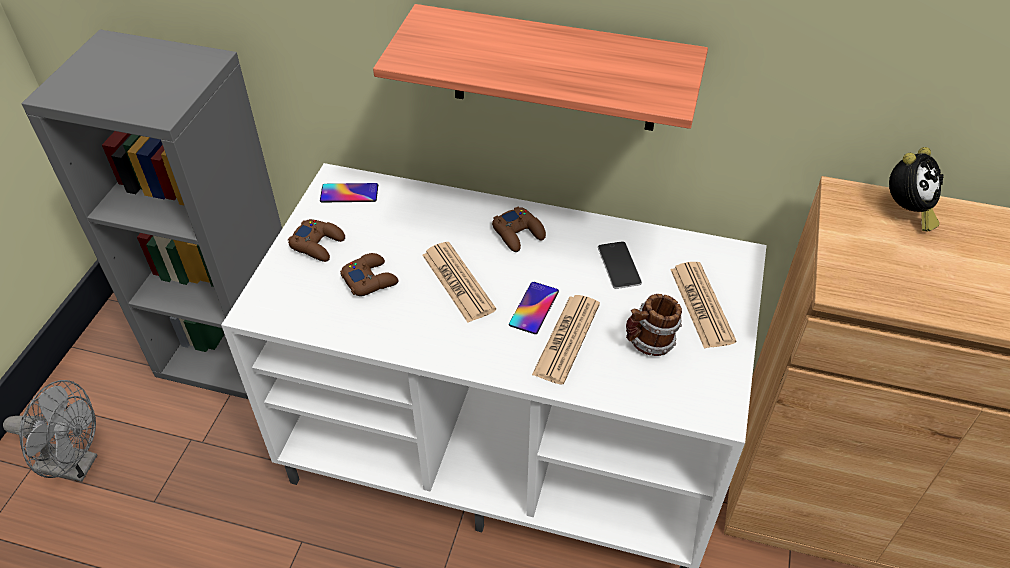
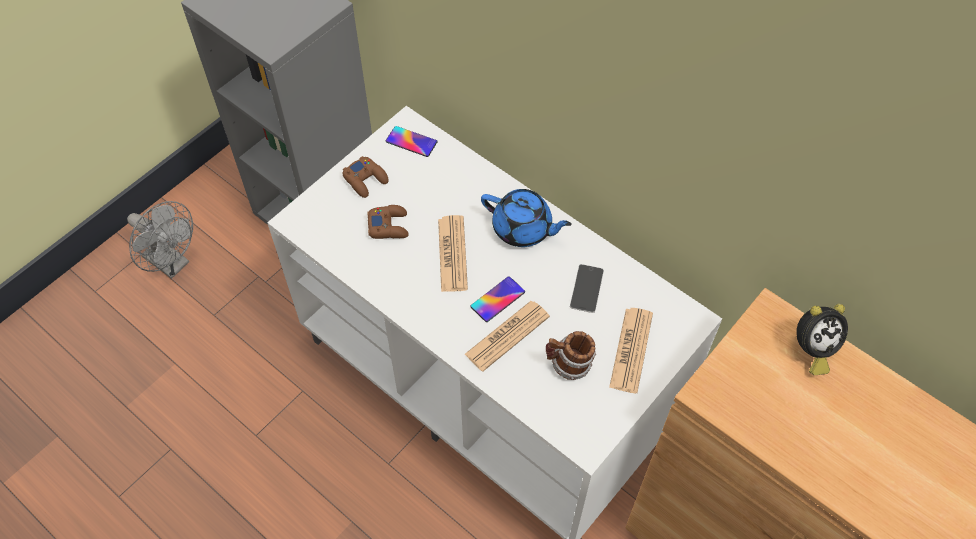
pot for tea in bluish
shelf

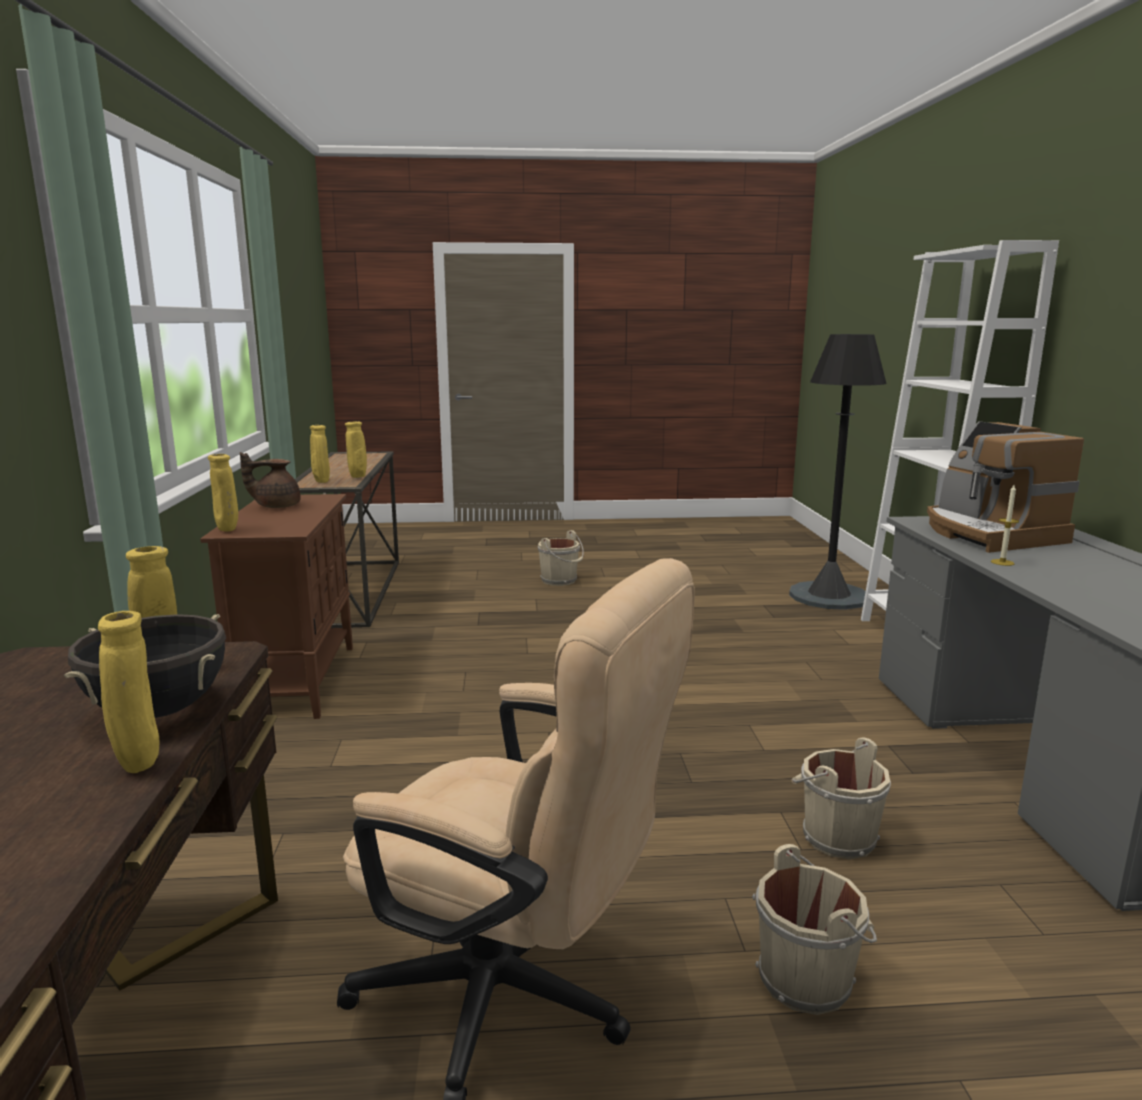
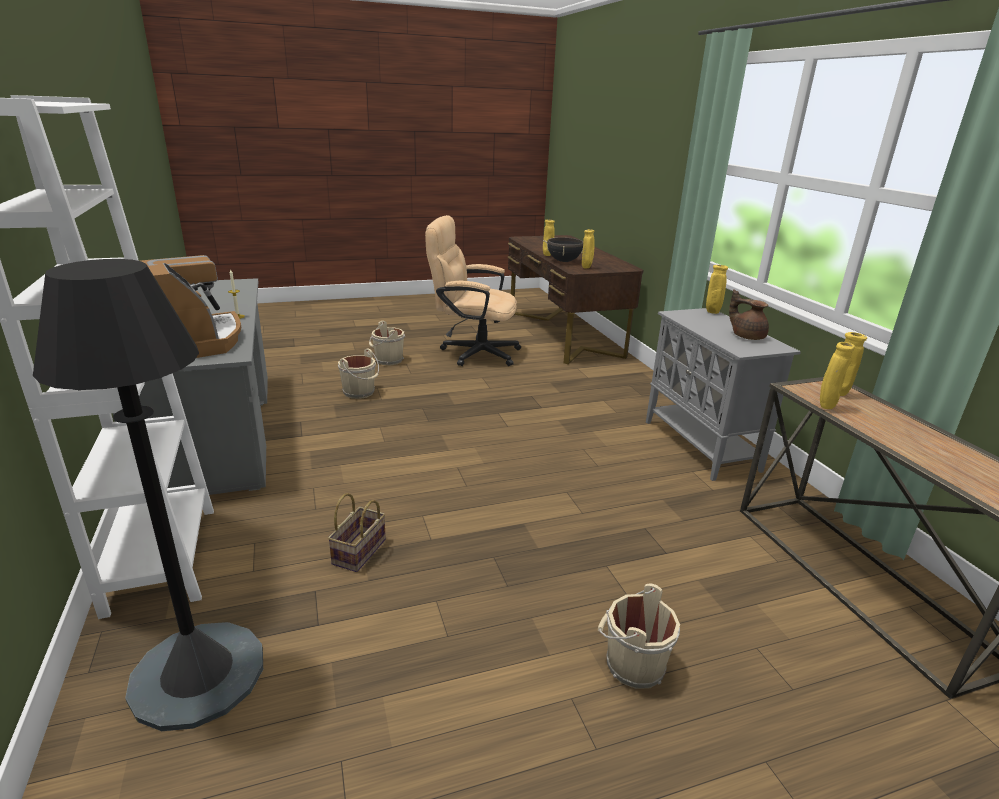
household basket
storage cabinet in greyish
pot for tea in brownish

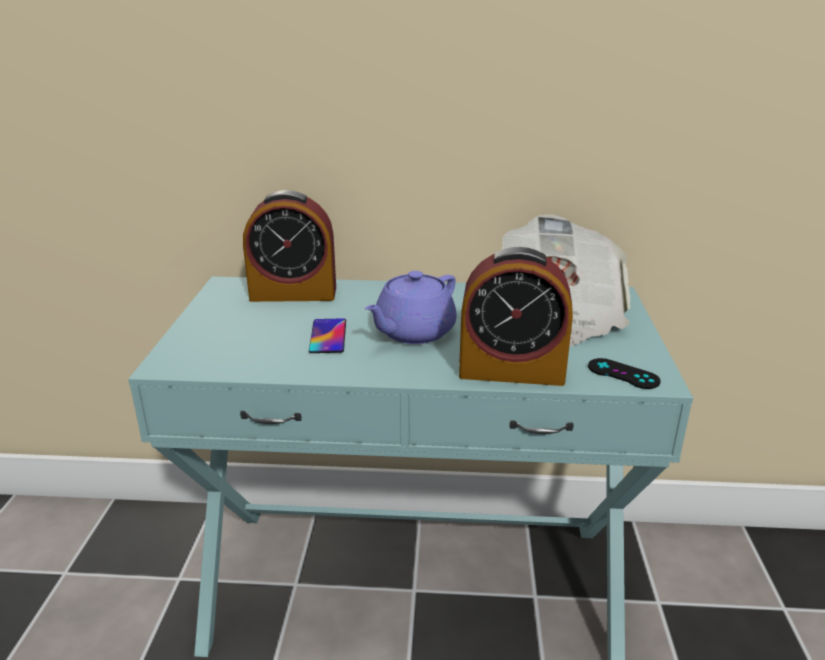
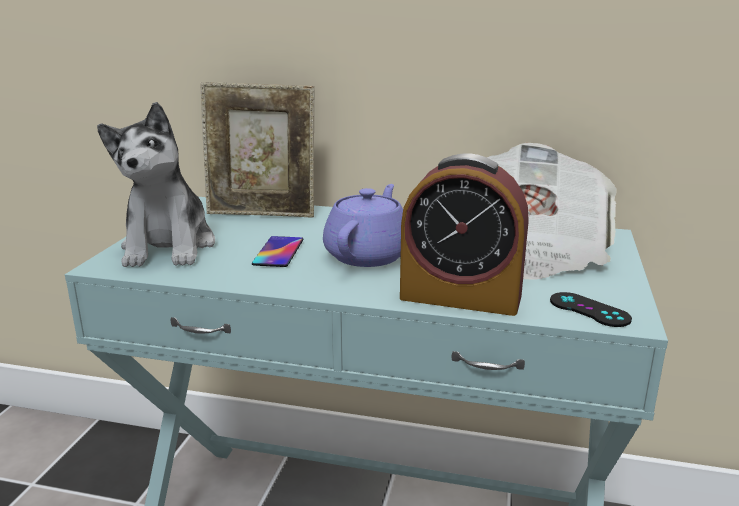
soft toy
picture frame
pot for tea in purplish

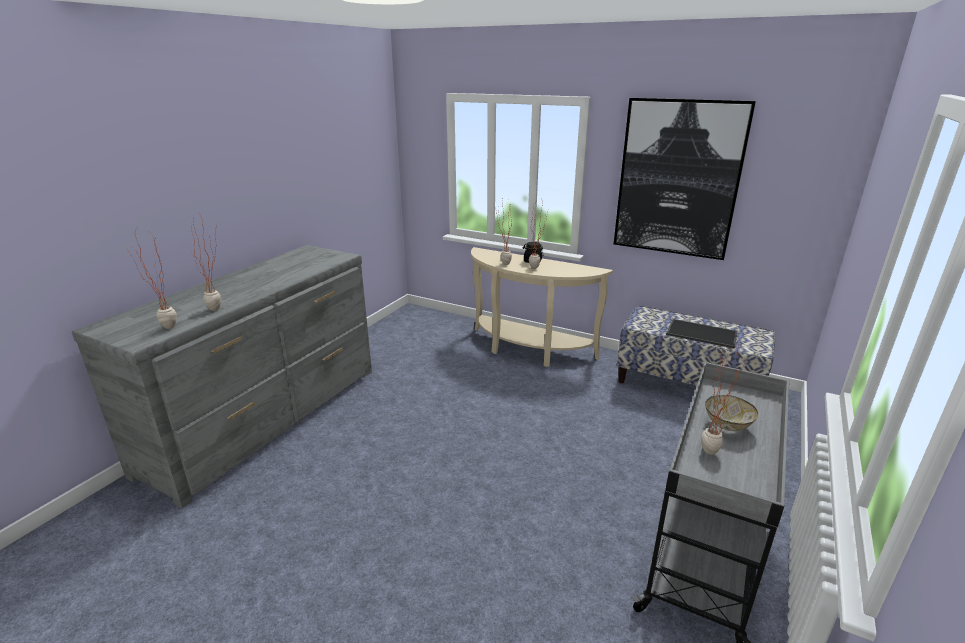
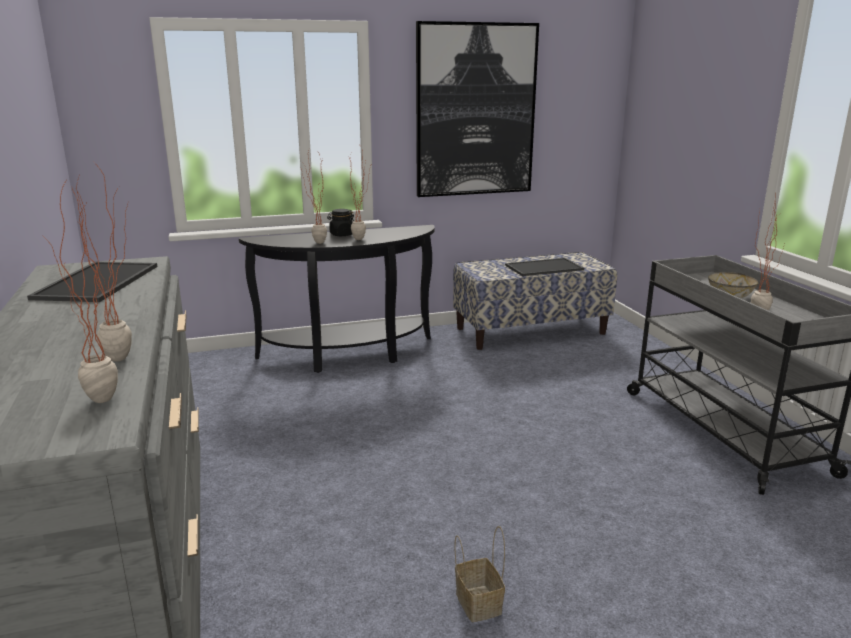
serving tray (1st from left)
hall table in blackish
household basket

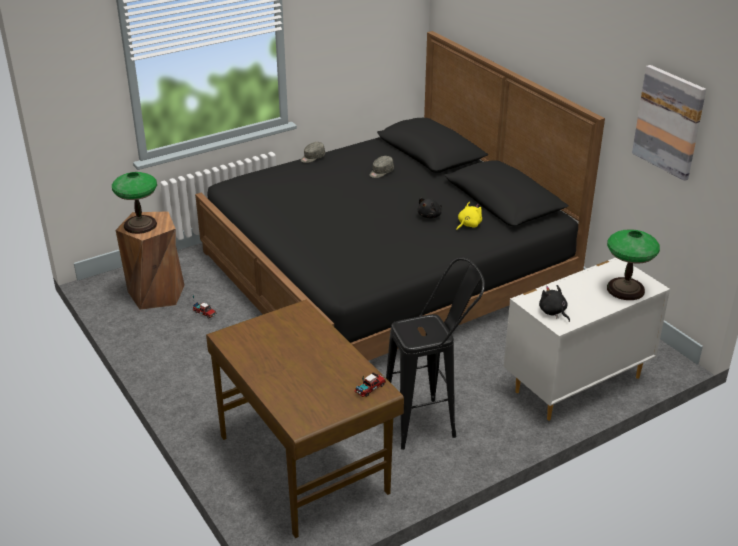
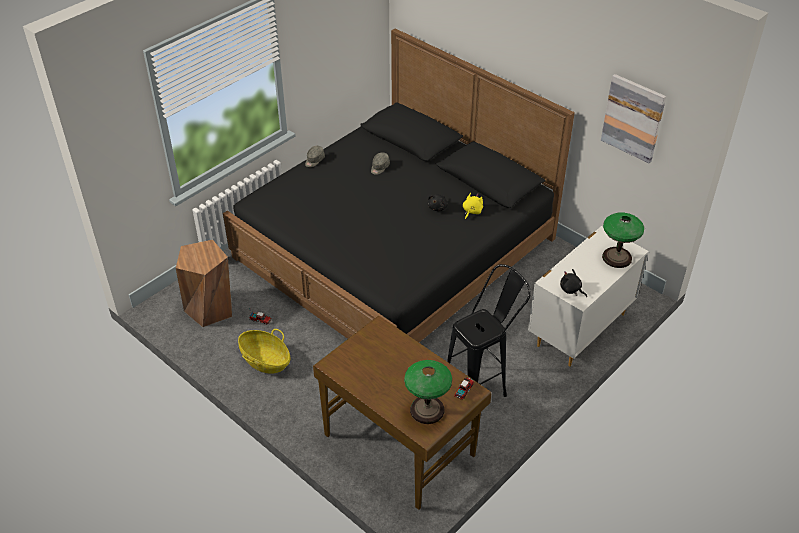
household basket
lamp for a table (1st from left)

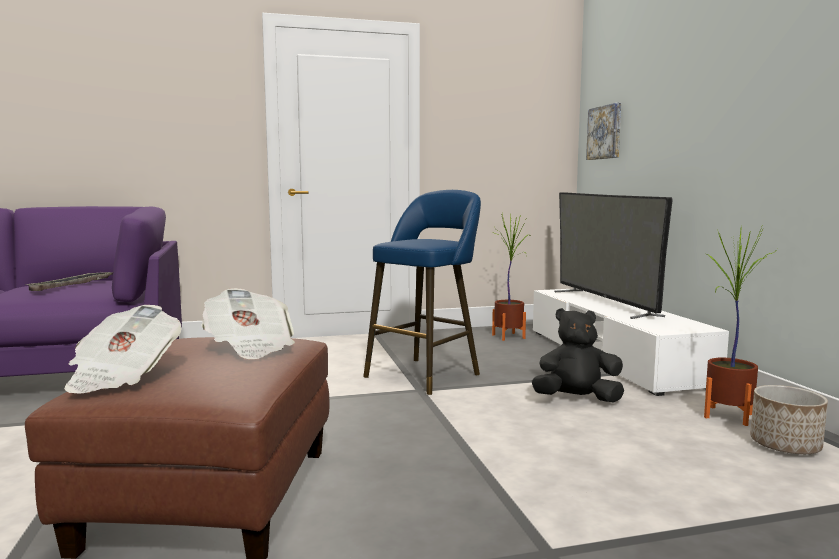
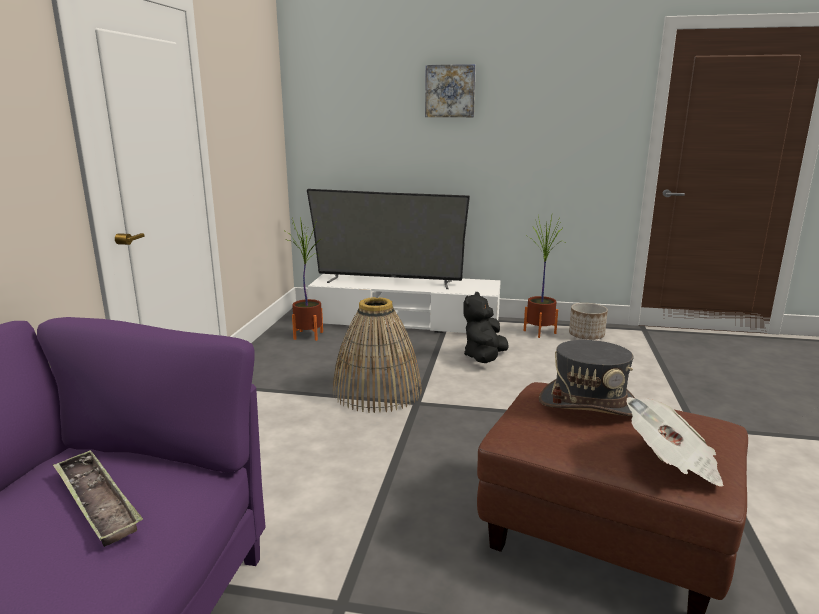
household basket
wall art
clothing hat in greyish

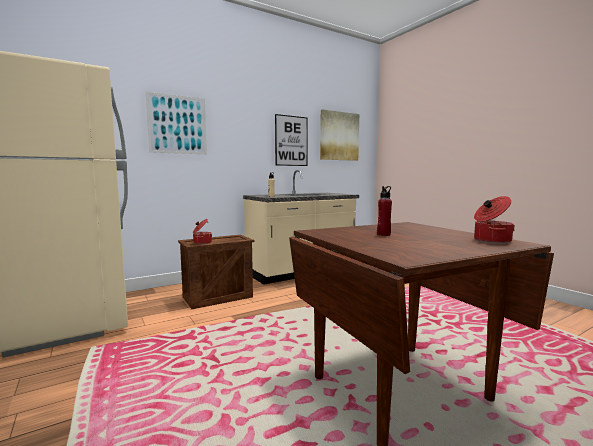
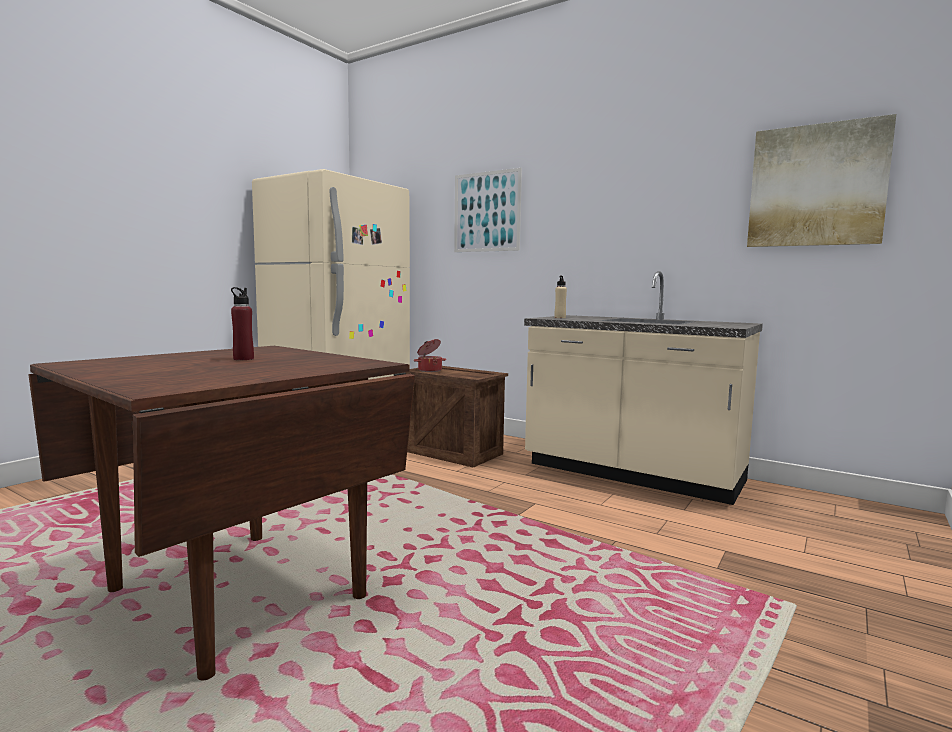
wall art (2nd from left in the first image)
stockpot (2nd from left in the first image)

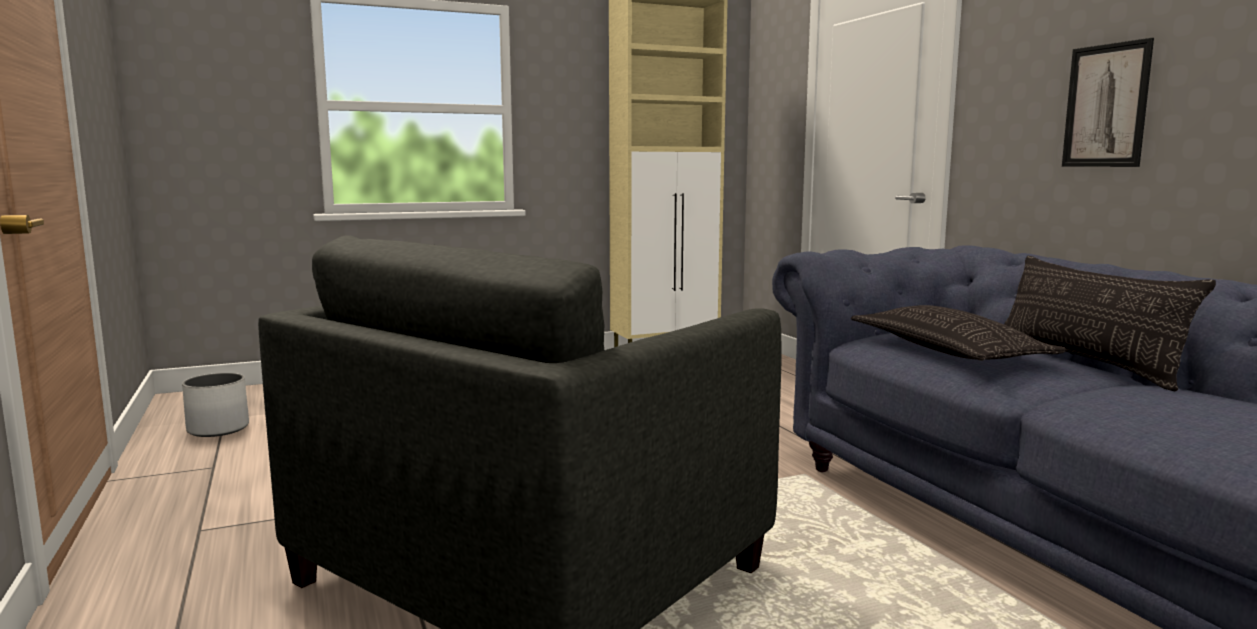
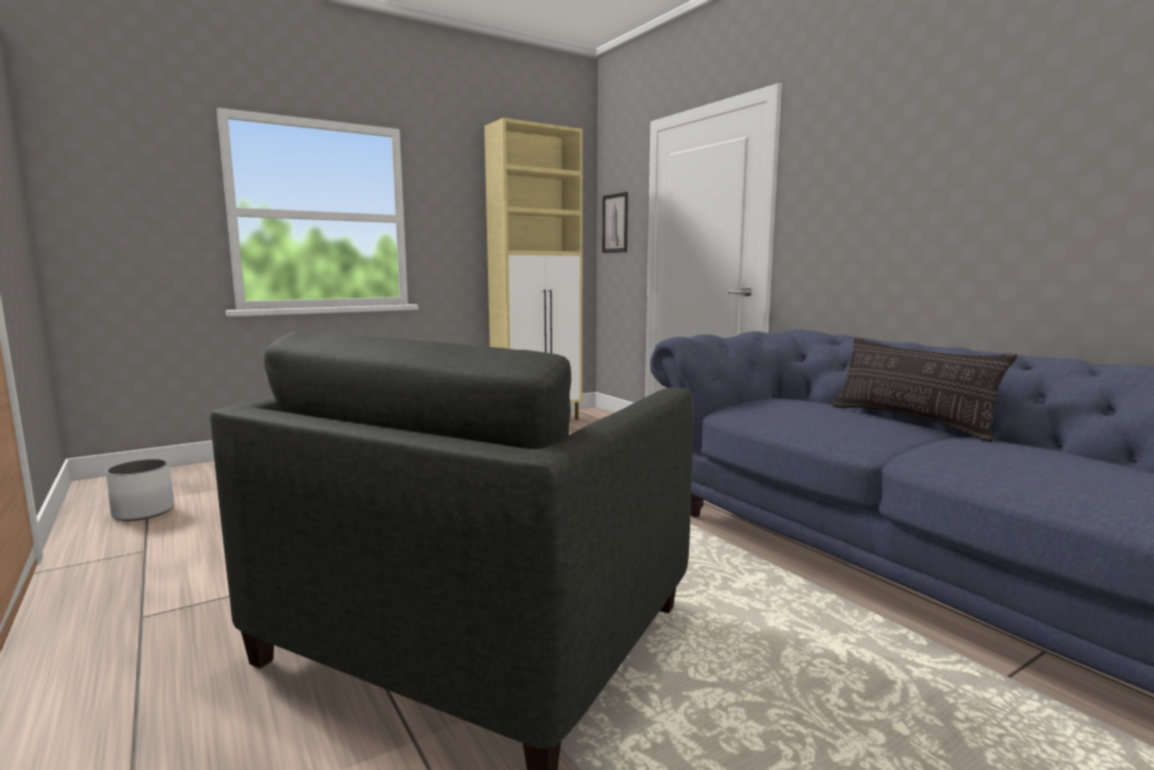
wall art
throw pillow (1st from left in the first image)

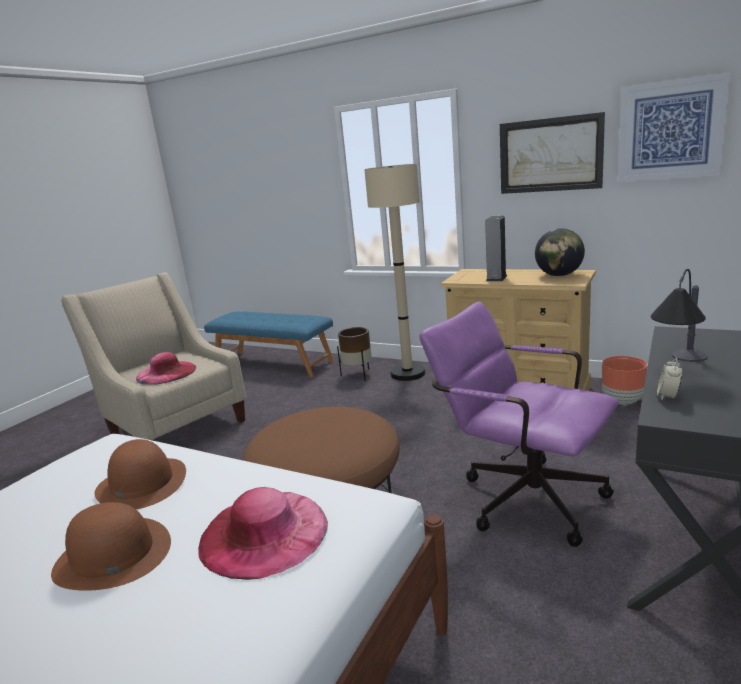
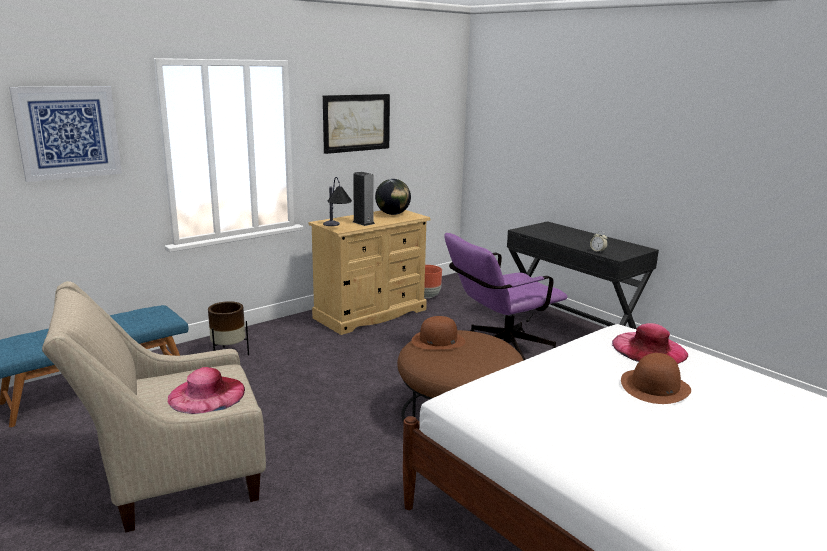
wall art (1st from left)
lamp for a table
clothing hat in brownish (1st from left)
standing lamp in beige

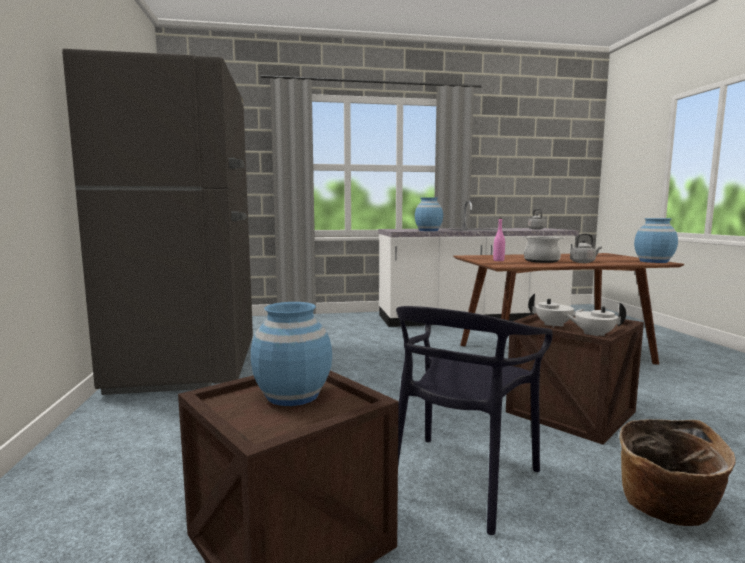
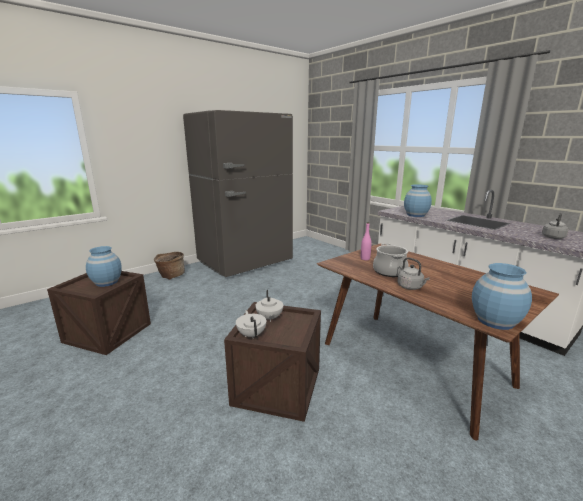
household basket
chair in blackish

